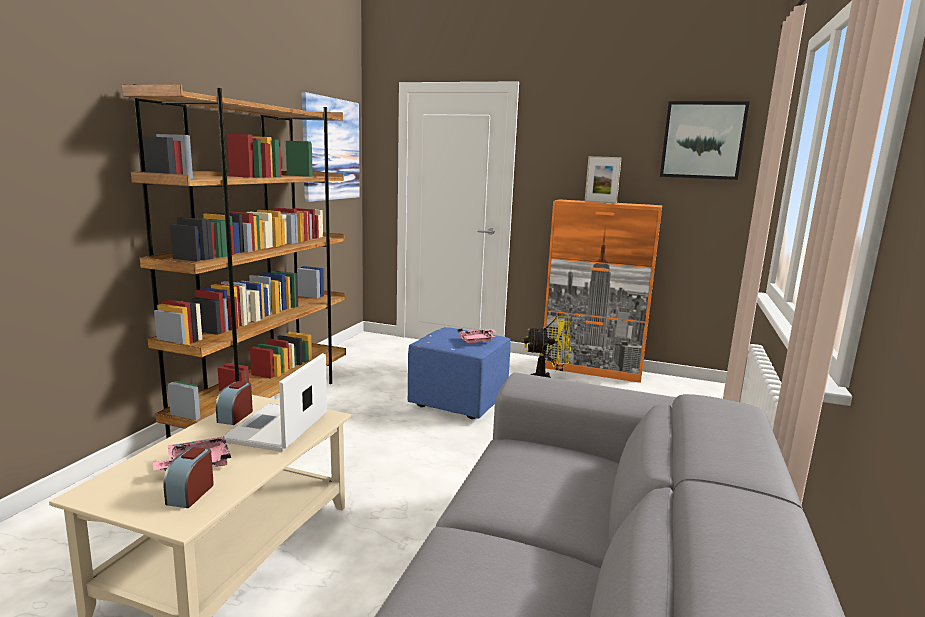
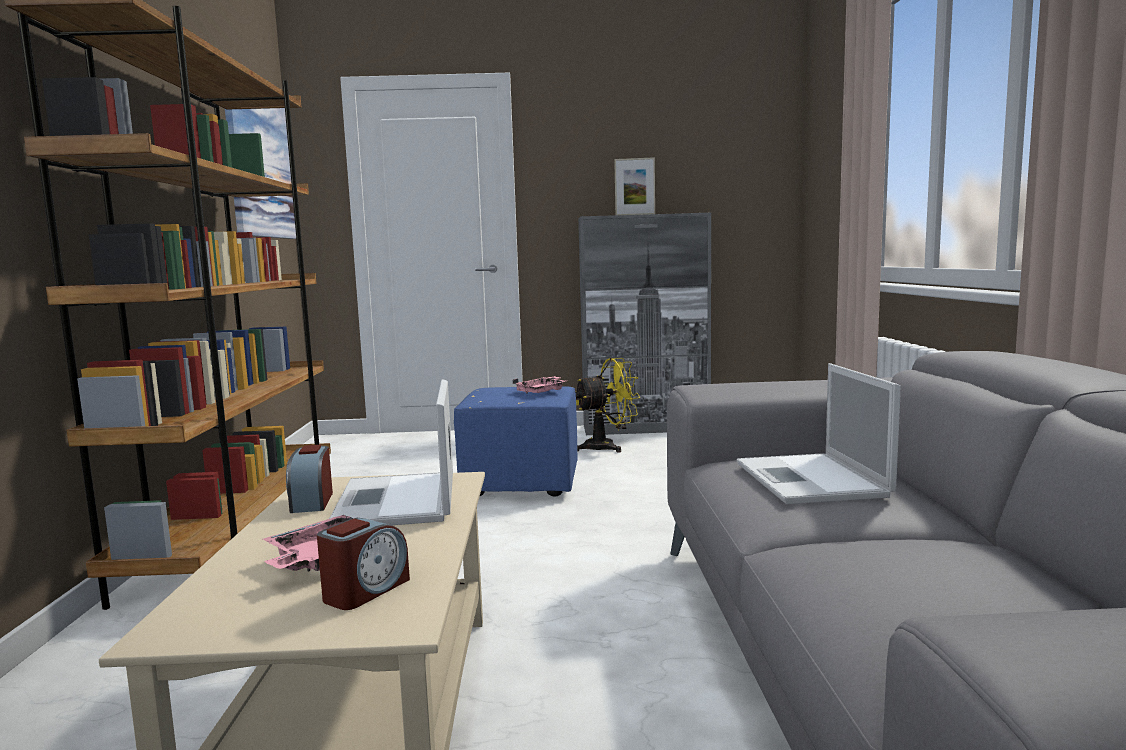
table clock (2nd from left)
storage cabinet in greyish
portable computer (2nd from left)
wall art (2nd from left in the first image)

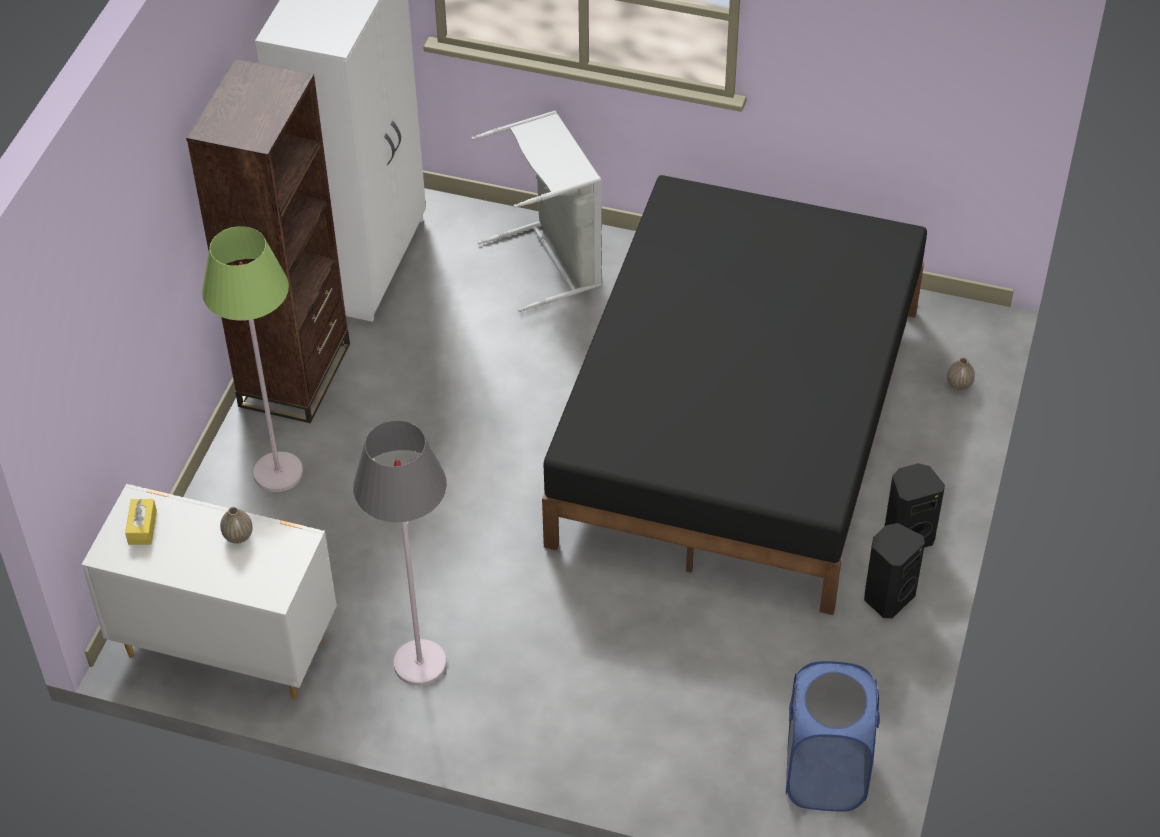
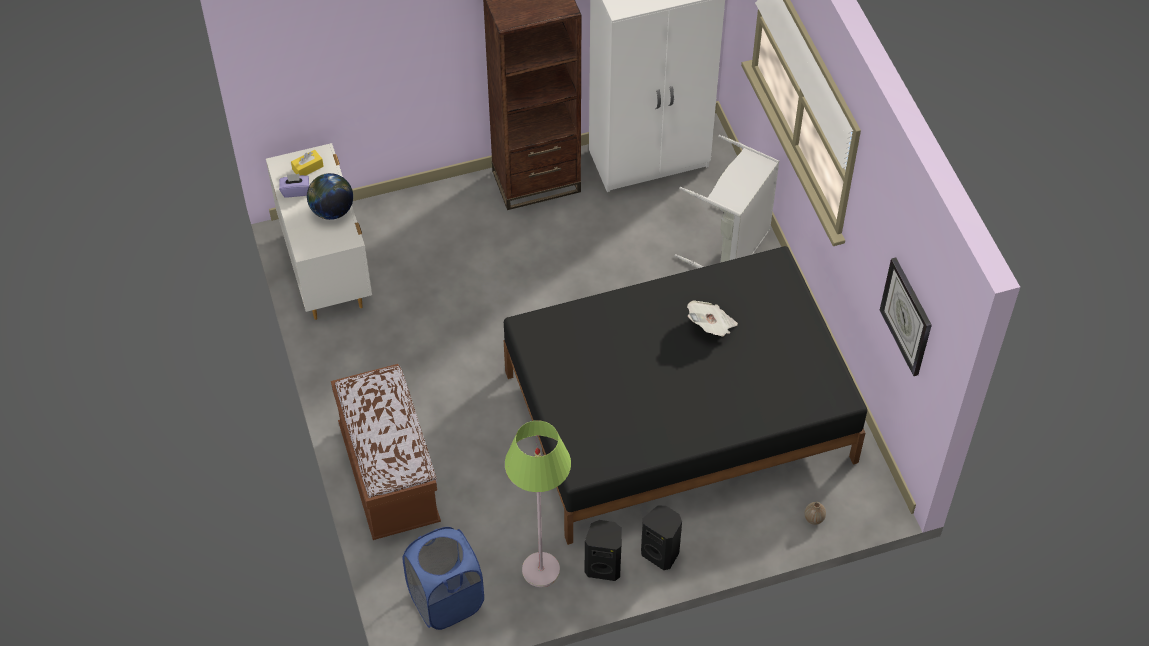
tissue box in purplish
world globe
bench in brownish
standing lamp in green-coloured
printed paper
wall clock
standing lamp in greyish

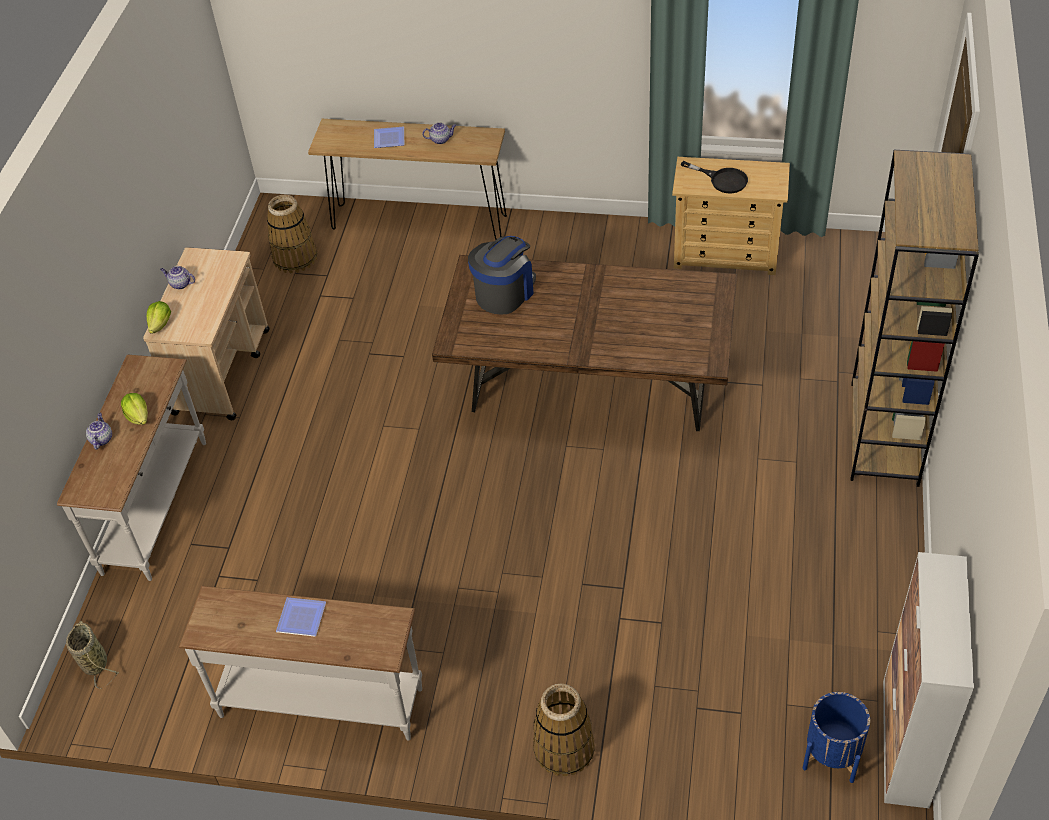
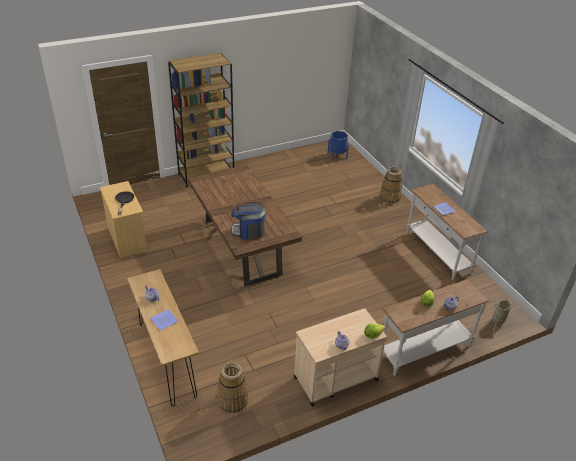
storage cabinet

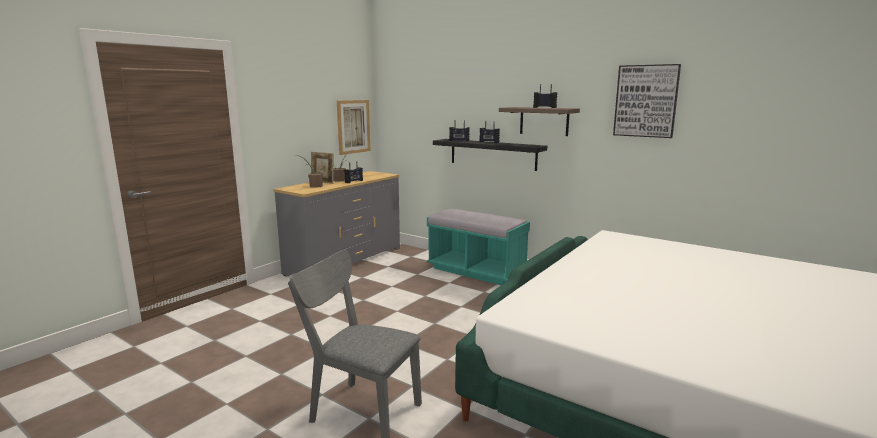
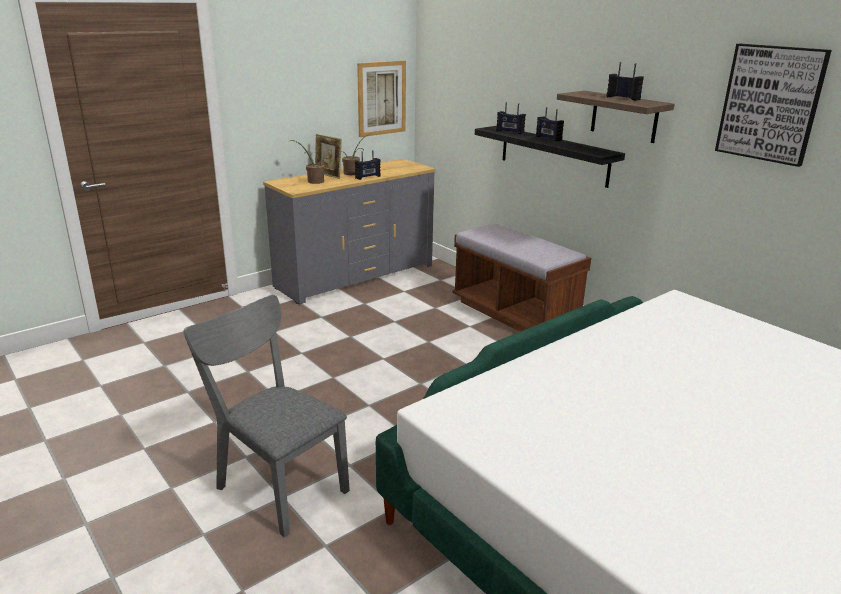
bench in brownish

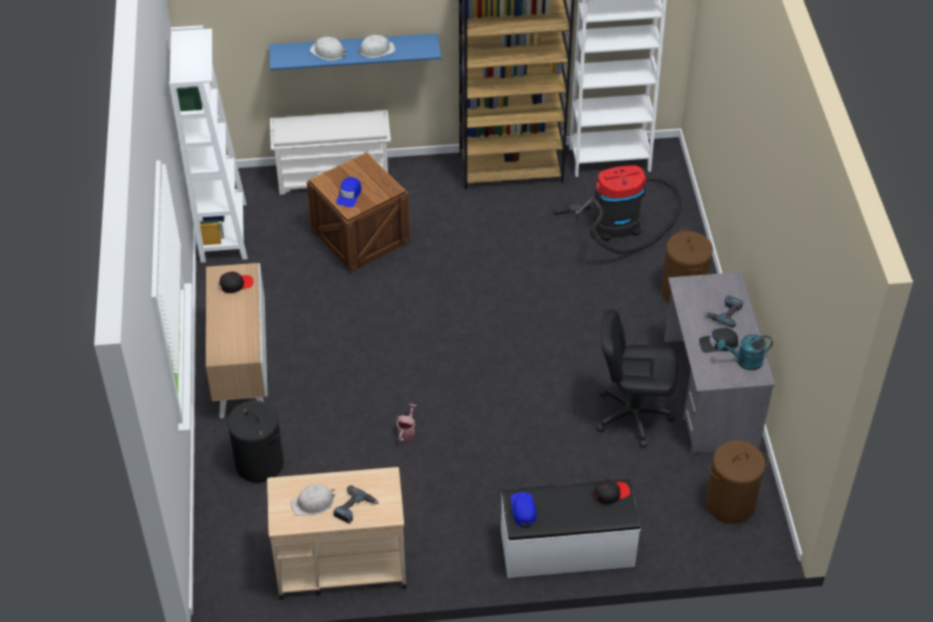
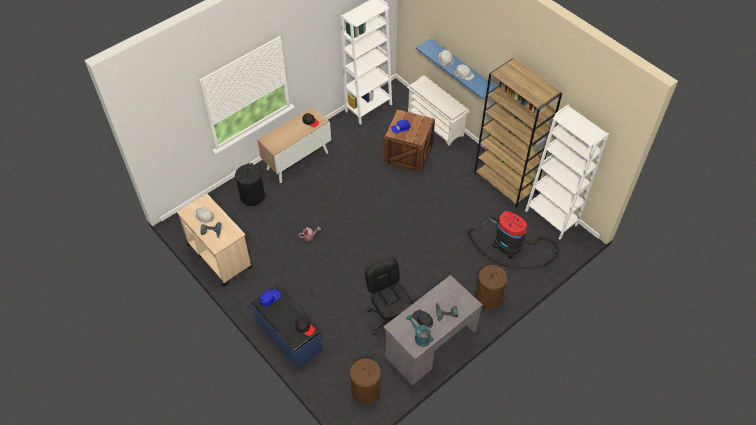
bench in bluish

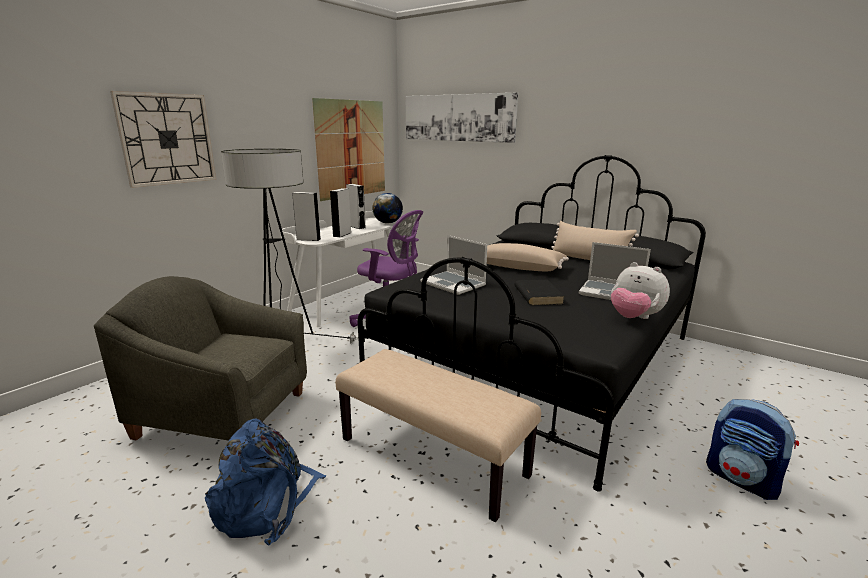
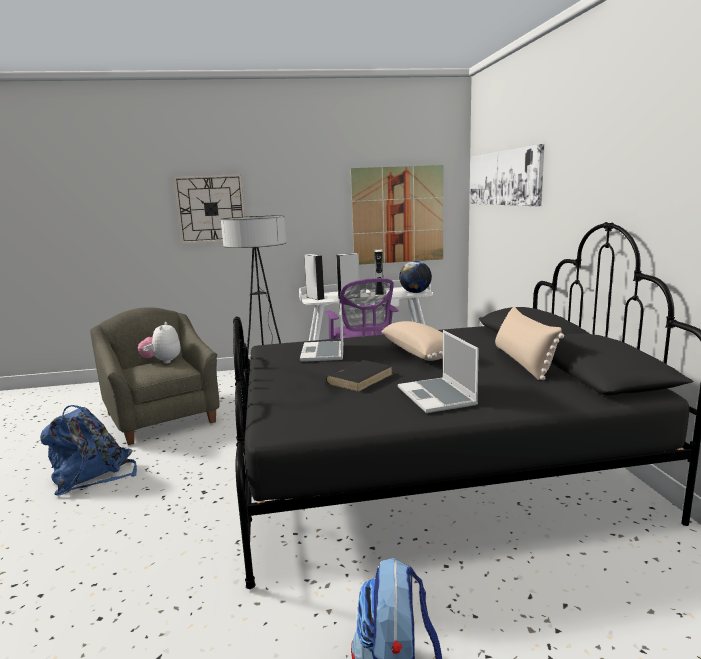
soft toy
bench in beige

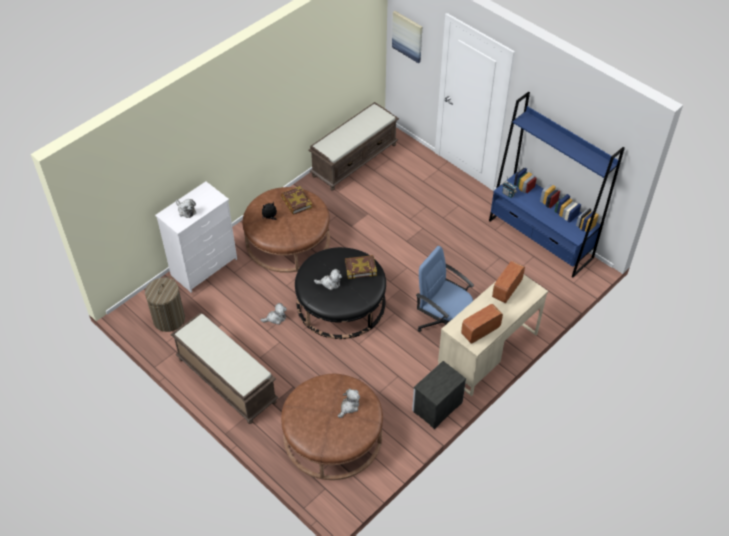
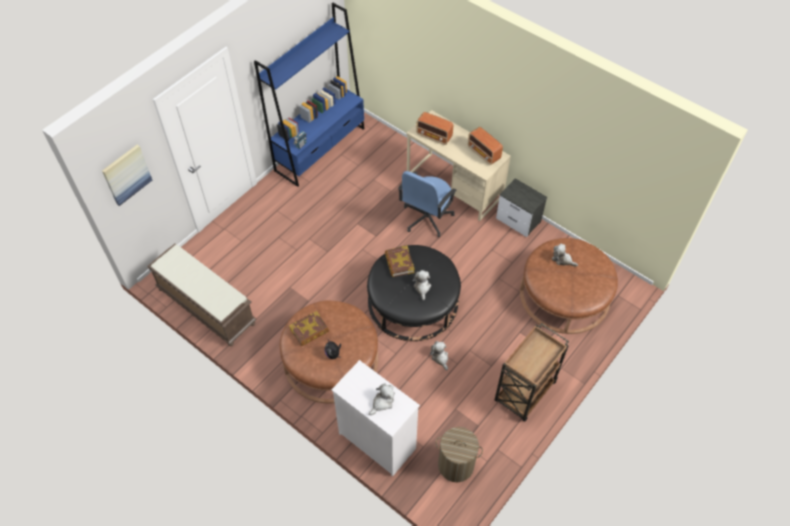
cart in brownish

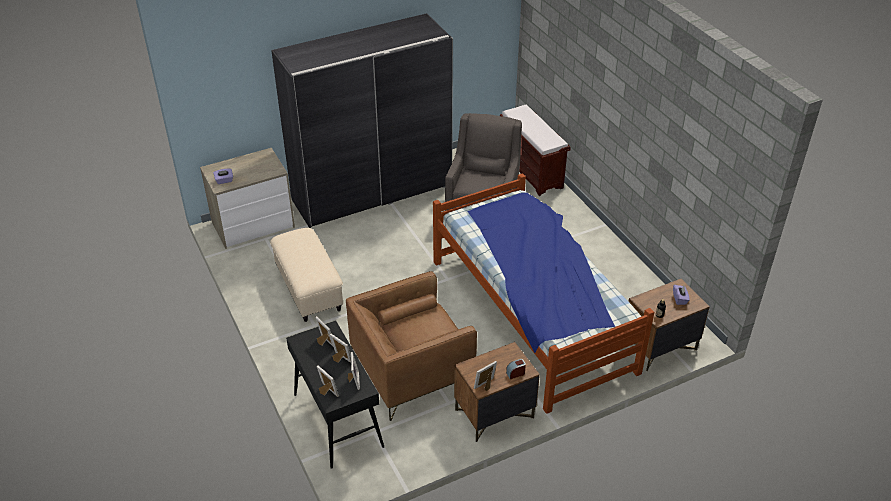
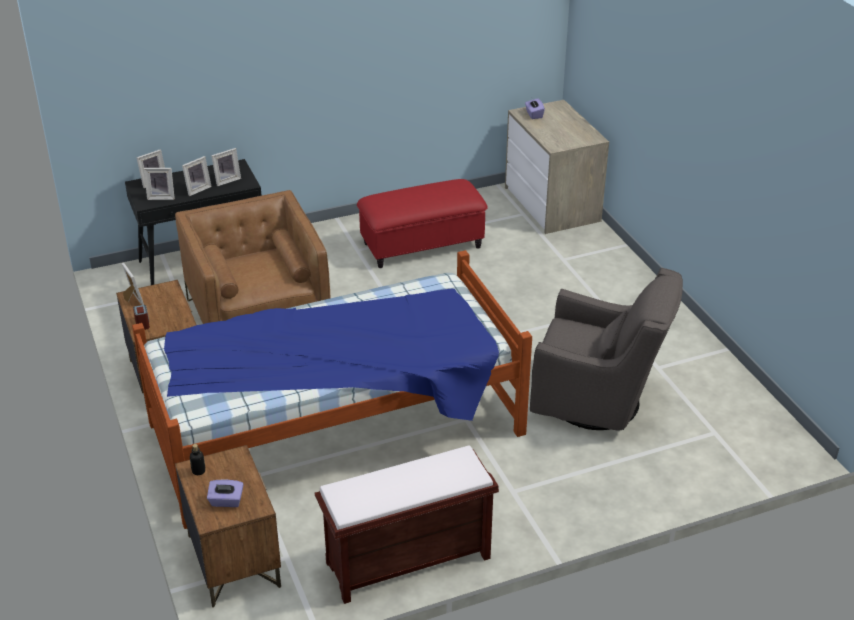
bench in brownish
pouffe in red
armoire in greyish

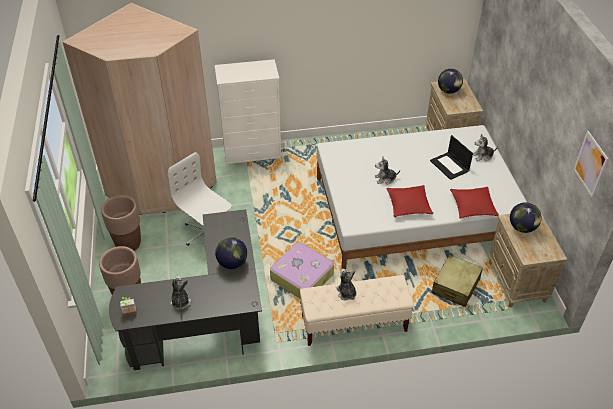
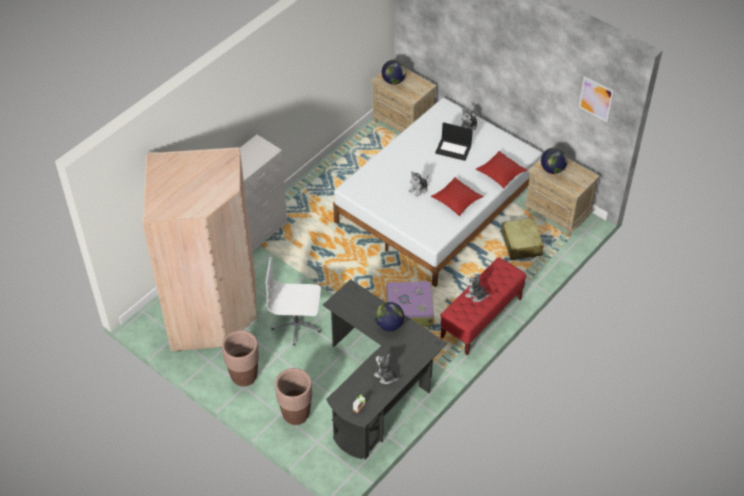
bench in red

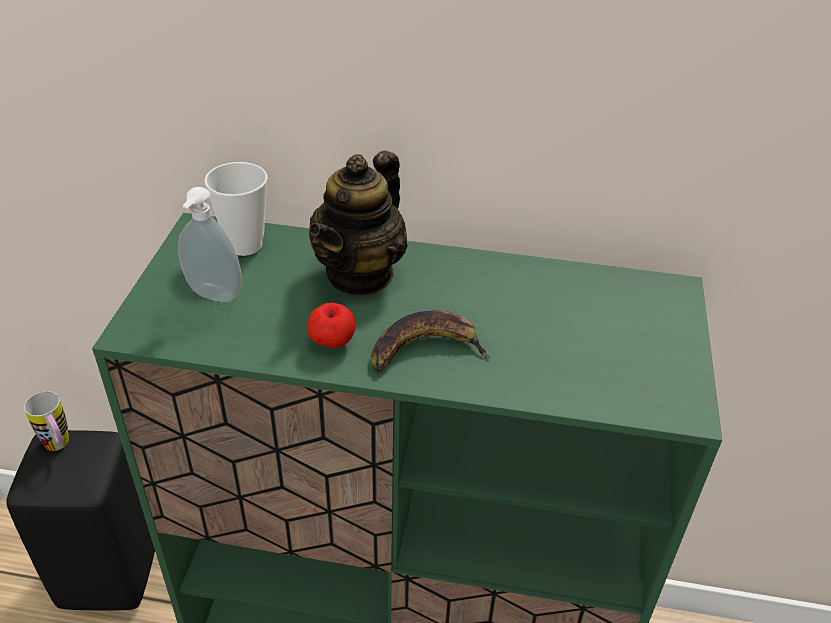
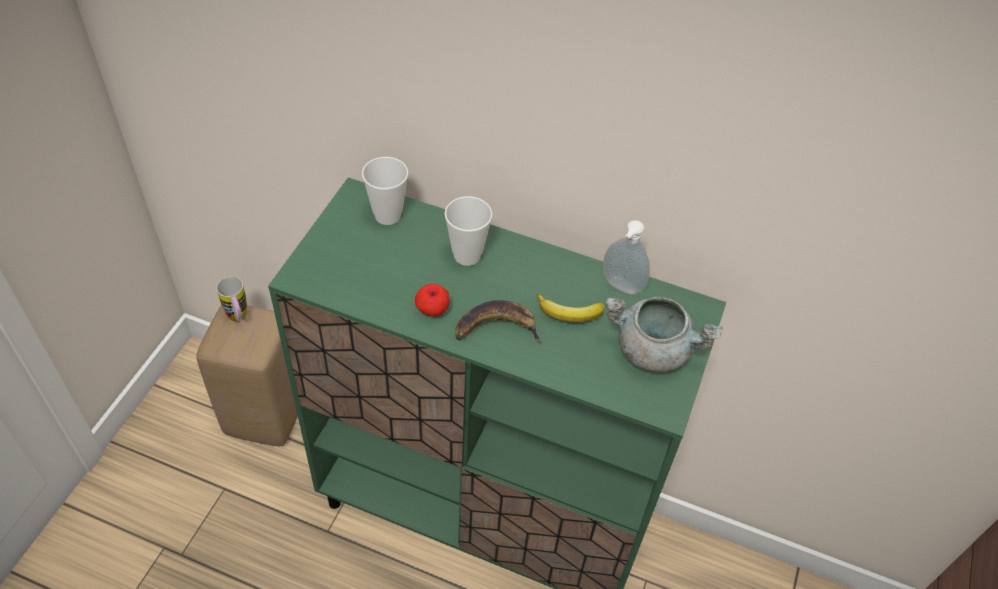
stool seat in beige
drinking cup (2nd from left)
whole banana (2nd from left)
liquid soap bottle
stockpot in greyish

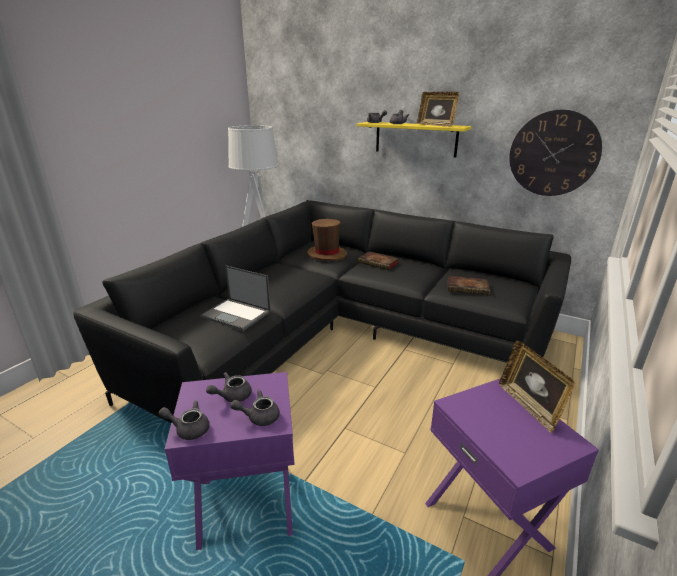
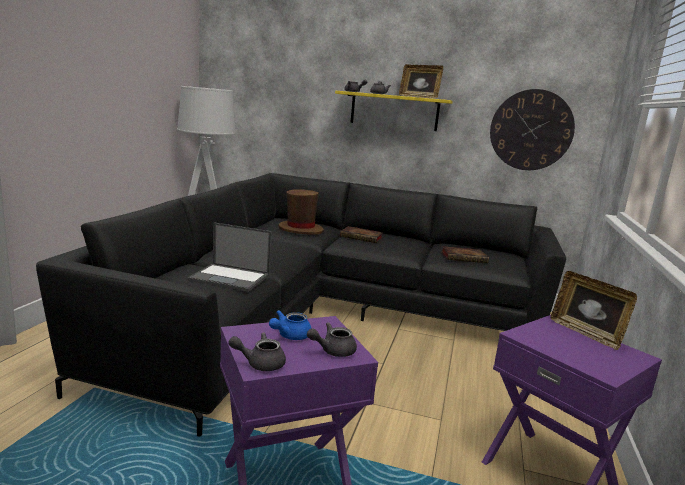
pot for tea in bluish

